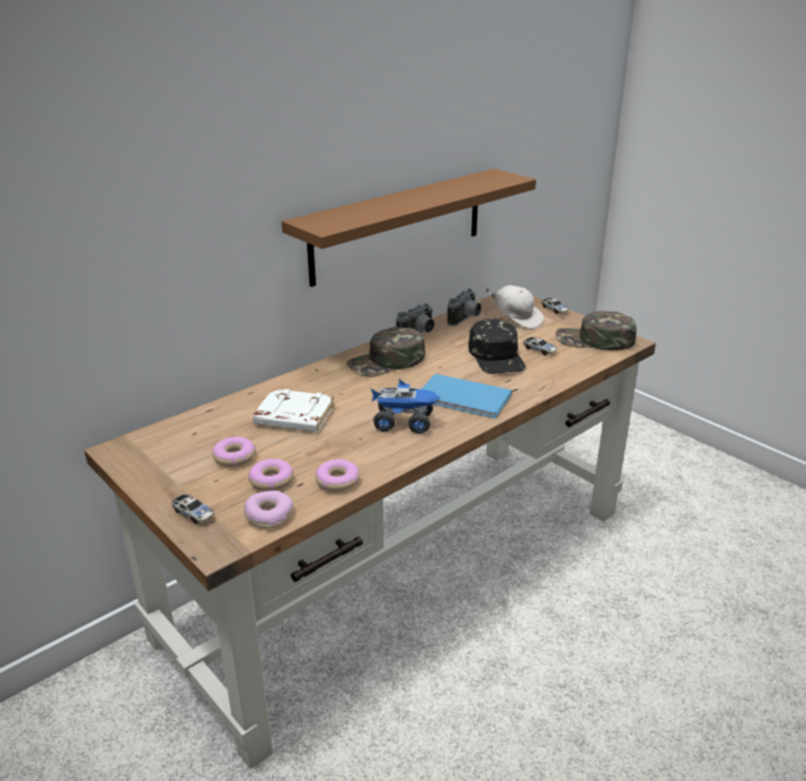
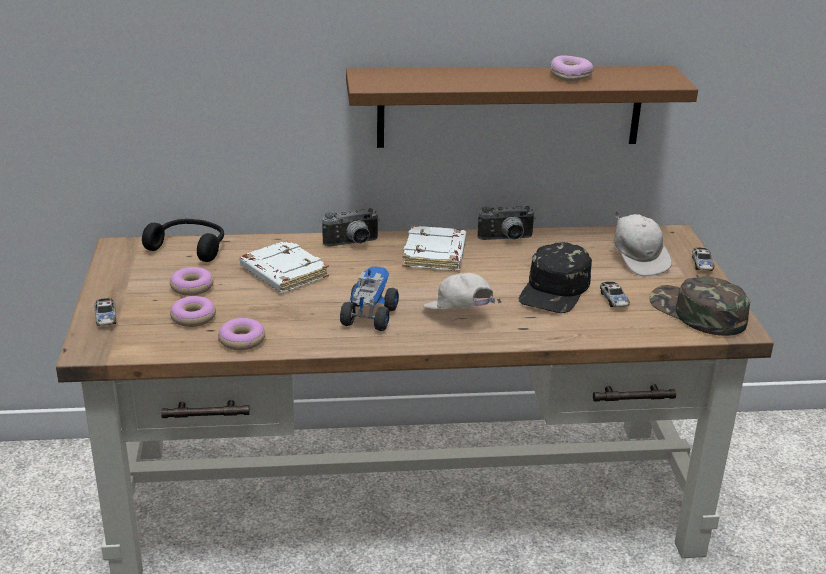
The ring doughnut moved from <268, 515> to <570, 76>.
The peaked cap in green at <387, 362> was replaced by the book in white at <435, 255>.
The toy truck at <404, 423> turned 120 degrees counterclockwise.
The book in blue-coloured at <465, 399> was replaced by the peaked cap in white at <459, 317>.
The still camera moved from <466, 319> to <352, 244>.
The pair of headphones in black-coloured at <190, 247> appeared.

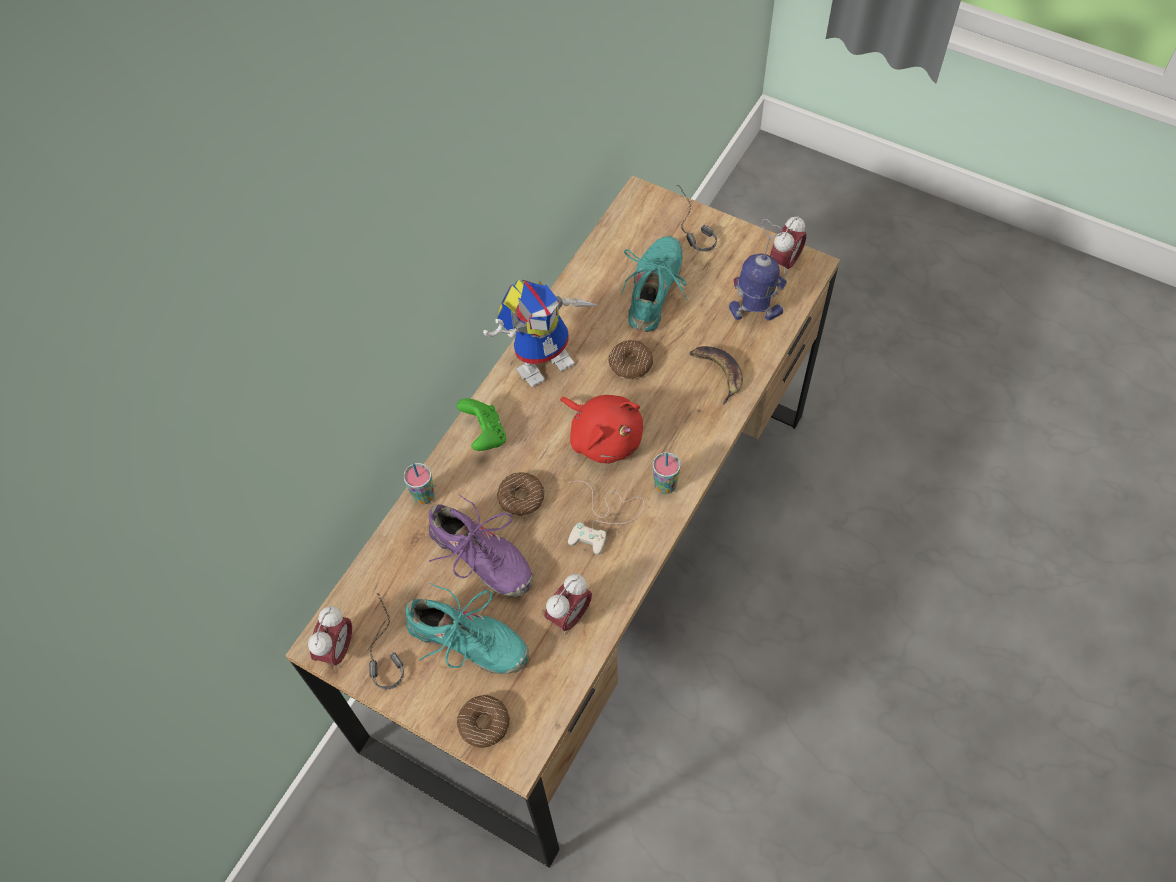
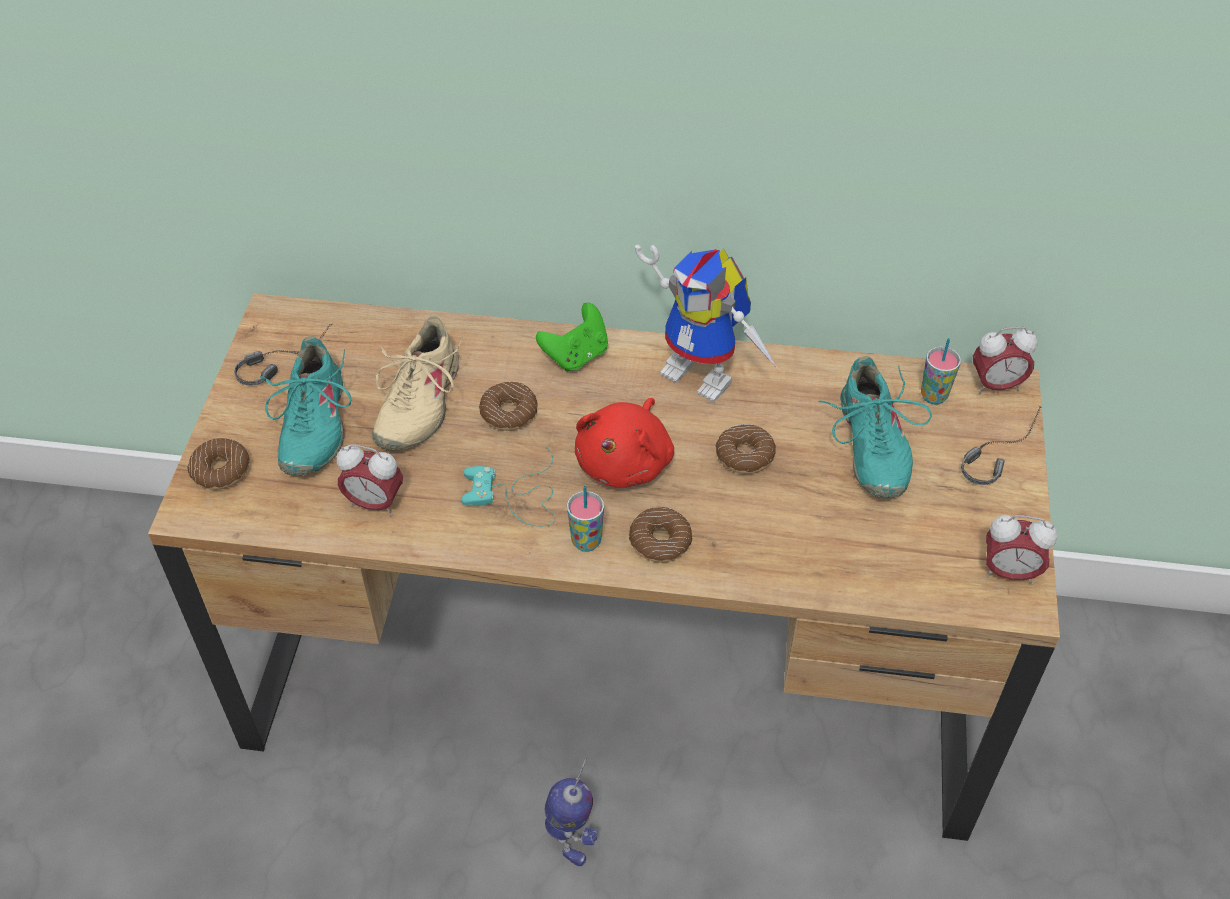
The bedside clock moved from <337, 649> to <996, 385>.
The cup moved from <424, 496> to <933, 396>.
The shoe in purplish at <481, 558> became the shoe in beige at <418, 403>.
The gamepad in white at <604, 517> became the gamepad in blue-green at <516, 495>.
The shoe in blue-green at <655, 291> turned 90 degrees clockwise.
The banana fruit at <717, 373> disappeared.
The robot figure moved from <756, 311> to <570, 837>.
The ring doughnut at <660, 541> appeared.

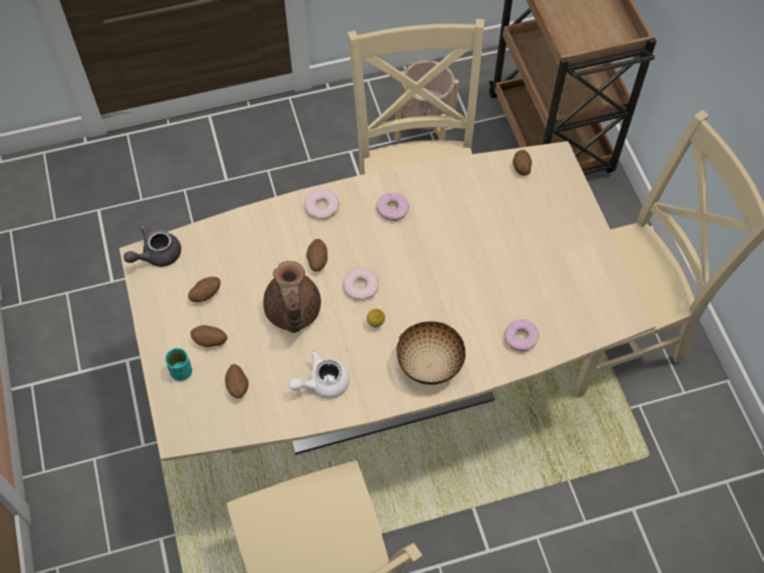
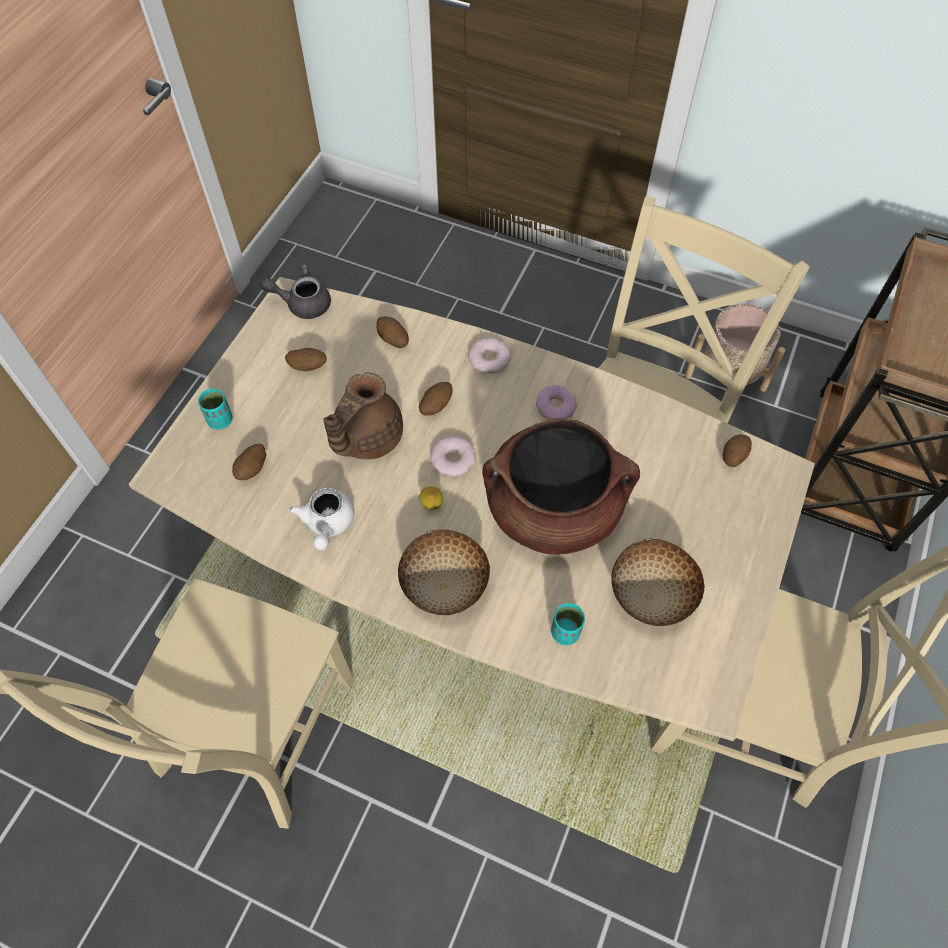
The potato moved from <210, 341> to <393, 340>.
The pot for tea in white at <322, 383> turned 105 degrees counterclockwise.
The ring doughnut at <521, 338> was replaced by the cup in blue-green at <565, 632>.
The stockpot in brownish at <553, 509> appeared.
The serving bowl at <651, 597> appeared.

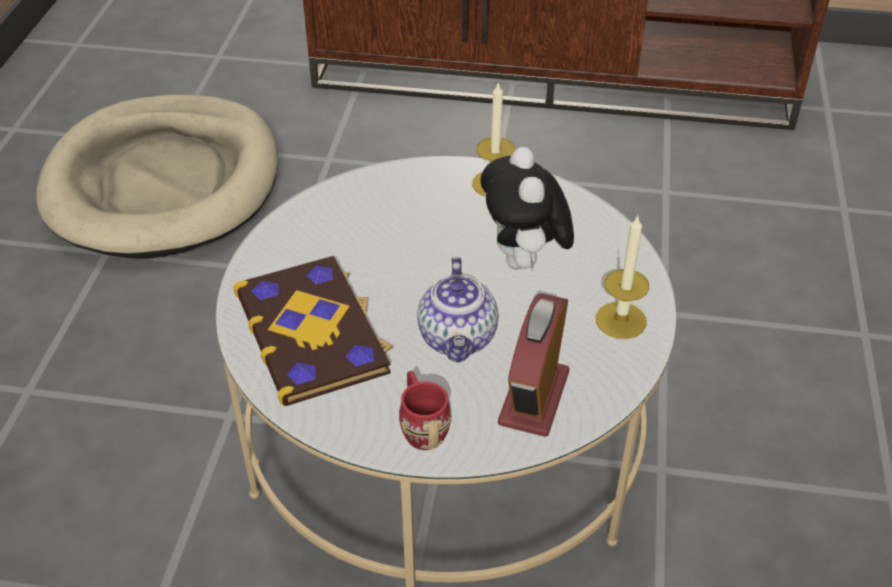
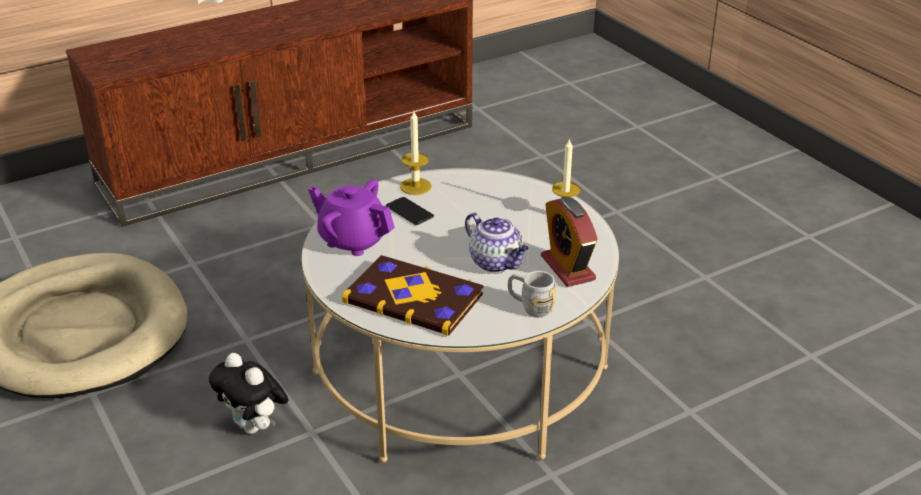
The mug in red at <421, 426> became the mug in greyish at <530, 307>.
The cuddly toy moved from <524, 262> to <255, 427>.
The pot for tea in purplish at <353, 240> appeared.
The phone at <409, 212> appeared.

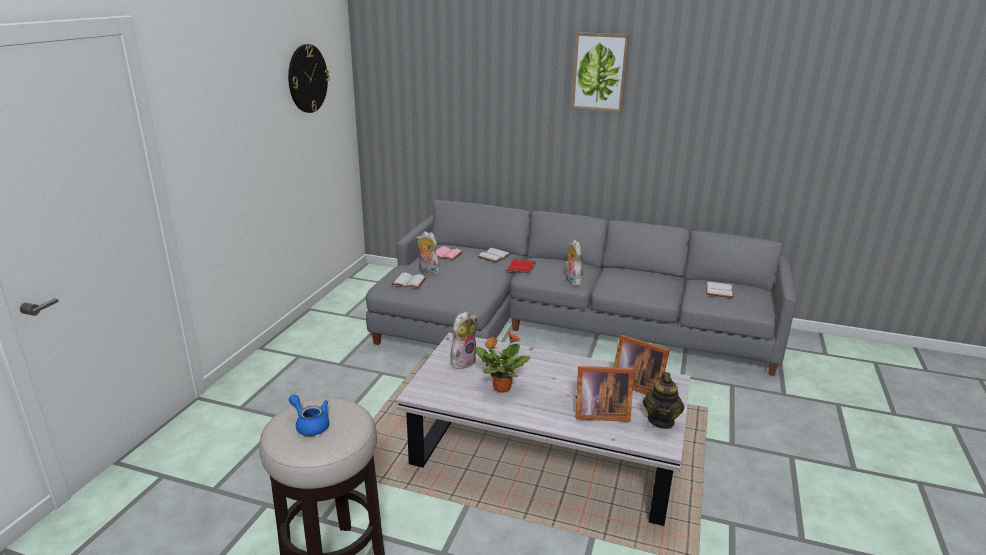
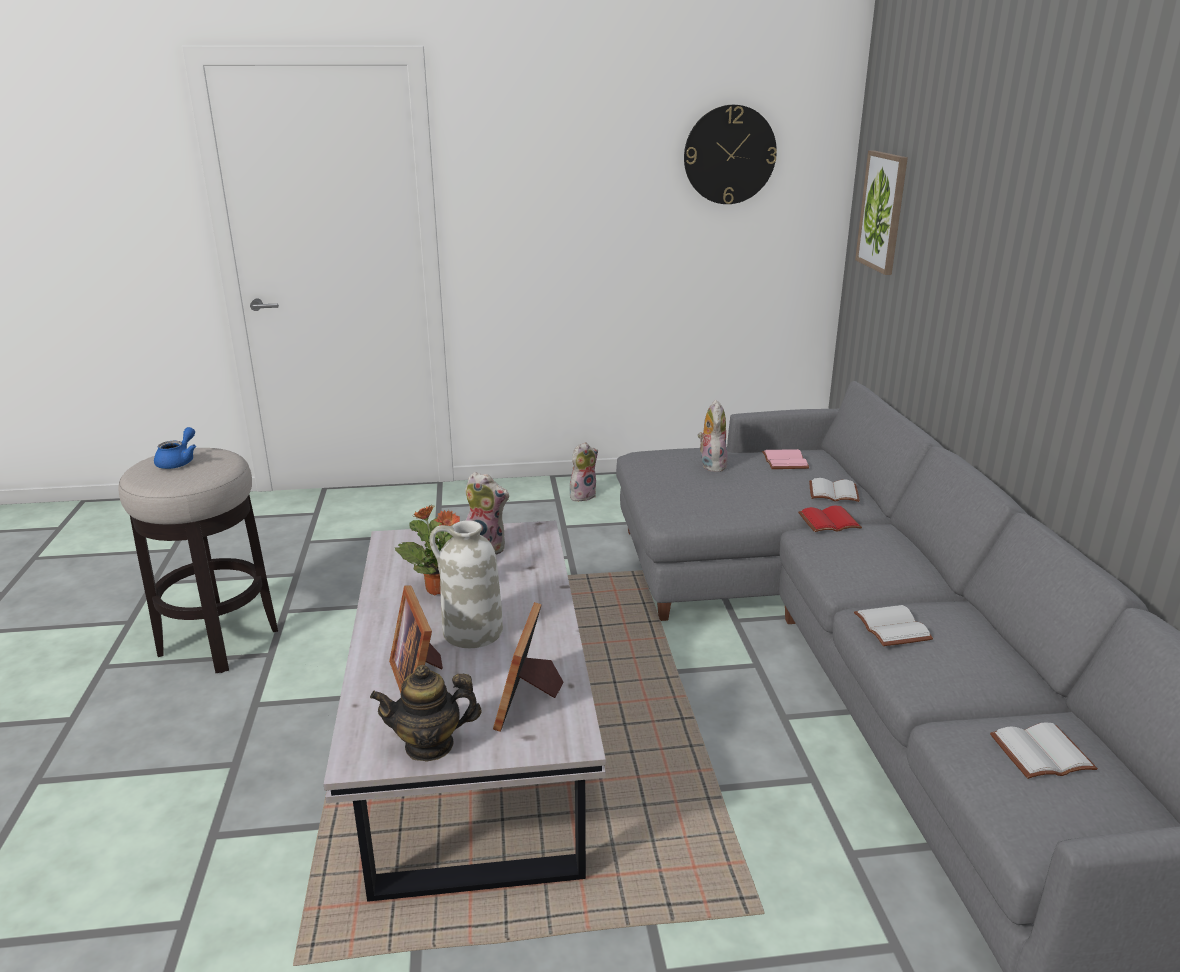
The book in white moved from <408, 282> to <889, 627>.
The cuddly toy moved from <572, 281> to <582, 495>.
The wall art moved from <599, 72> to <883, 211>.
The flower vase in white at <472, 632> appeared.

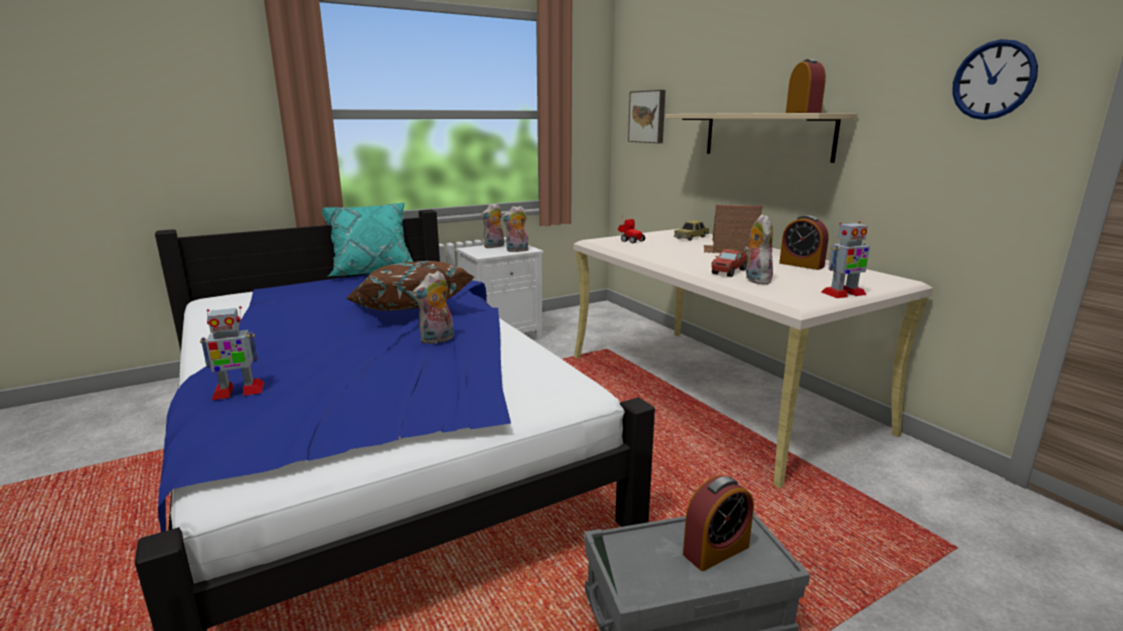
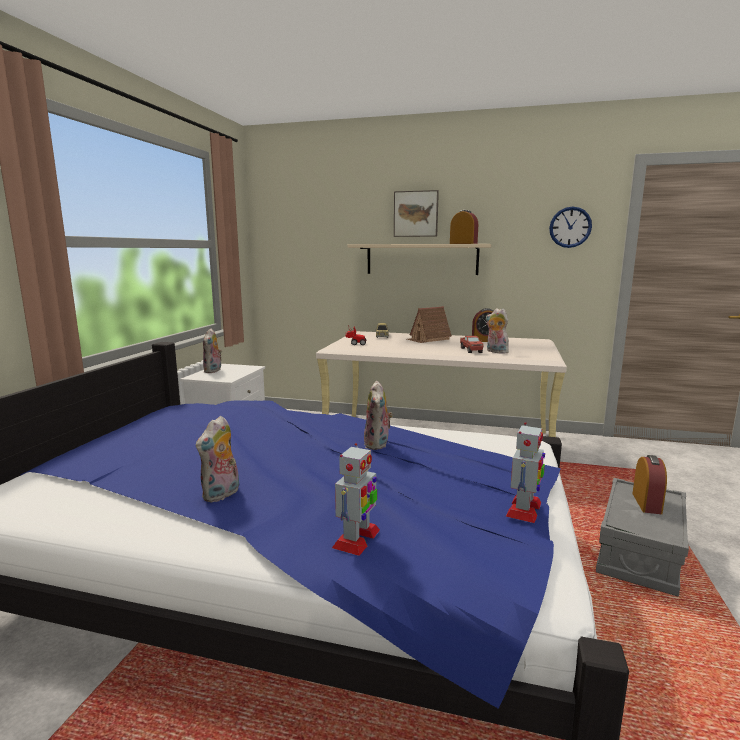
The cushion in blue-green at <372, 271> disappeared.
The cushion in brownish at <409, 310> disappeared.
The cuddly toy moved from <517, 250> to <222, 495>.
The wall art moved from <648, 116> to <416, 214>.
The robot figure moved from <843, 293> to <524, 510>.

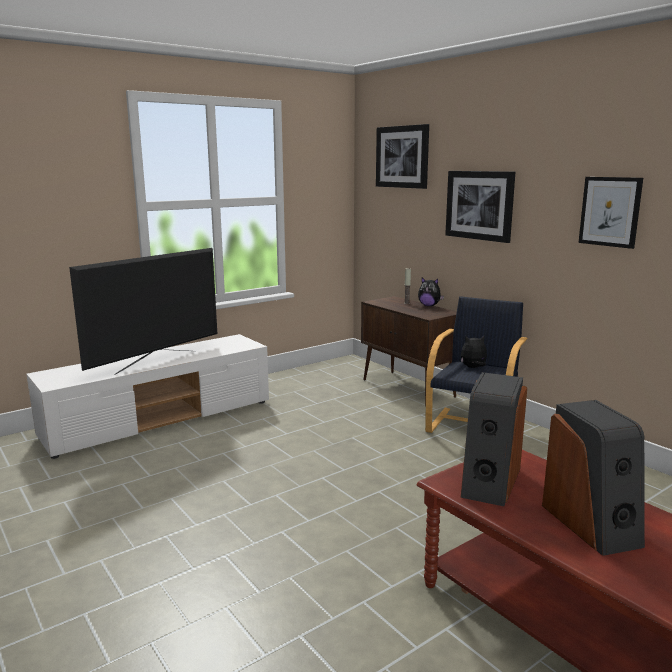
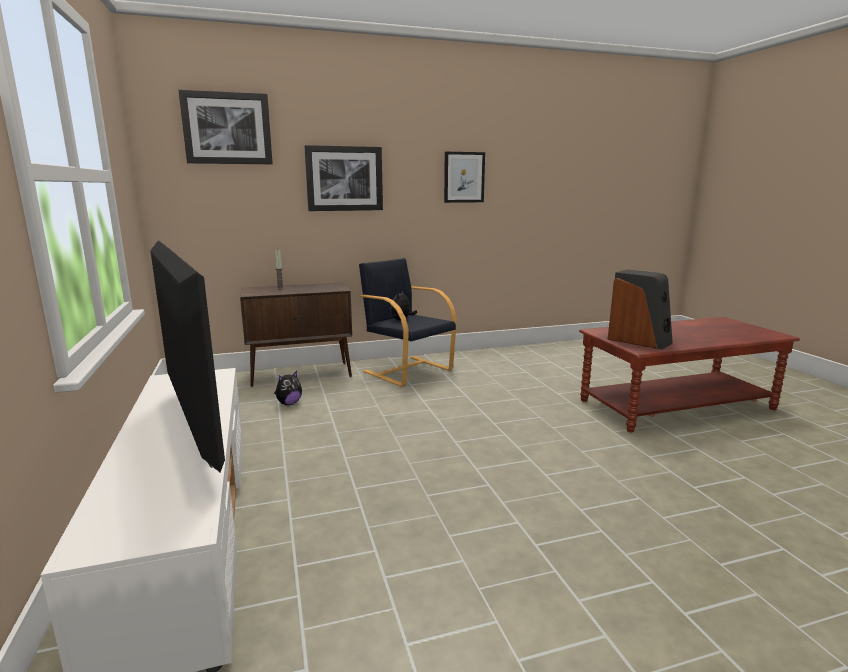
The cuddly toy moved from <429, 305> to <289, 403>.
The loudspeaker at <591, 524> disappeared.

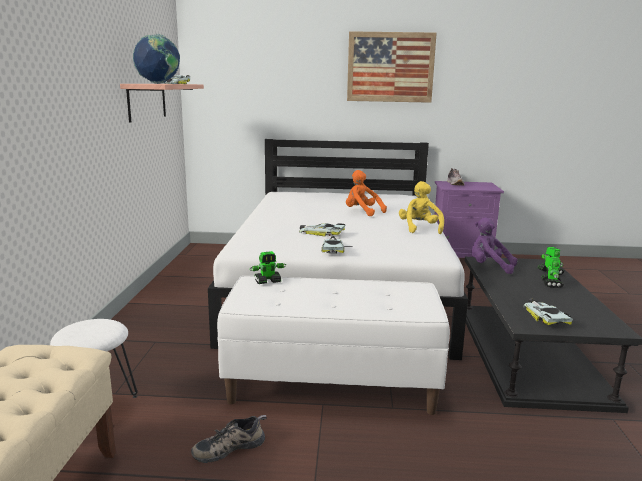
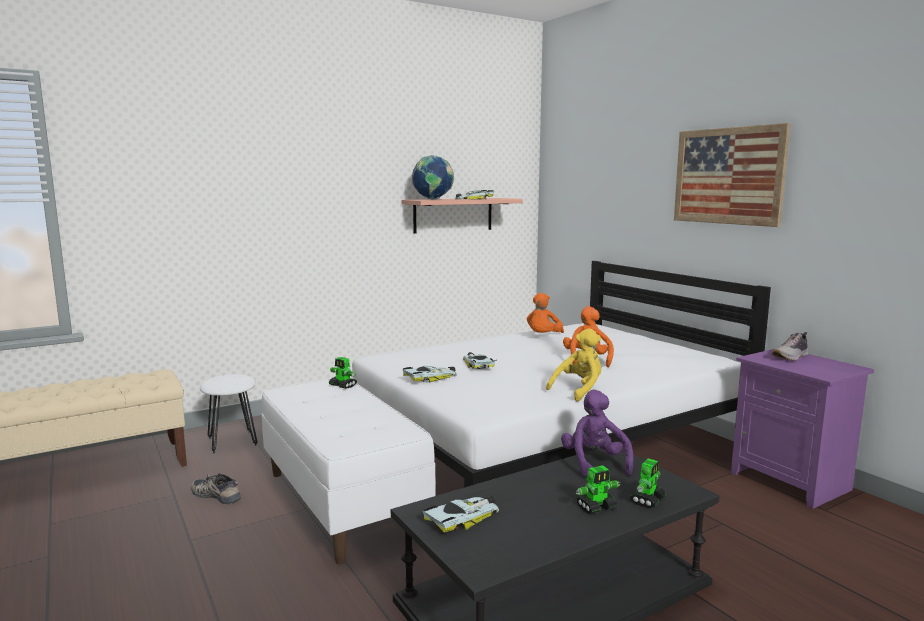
The cuddly toy in orange-coloured at <543, 337> appeared.

